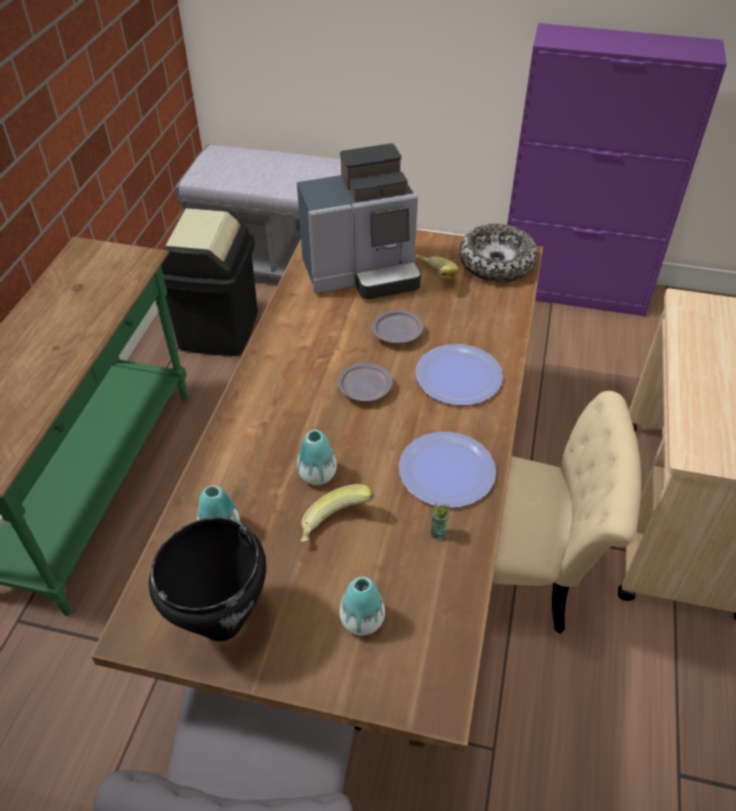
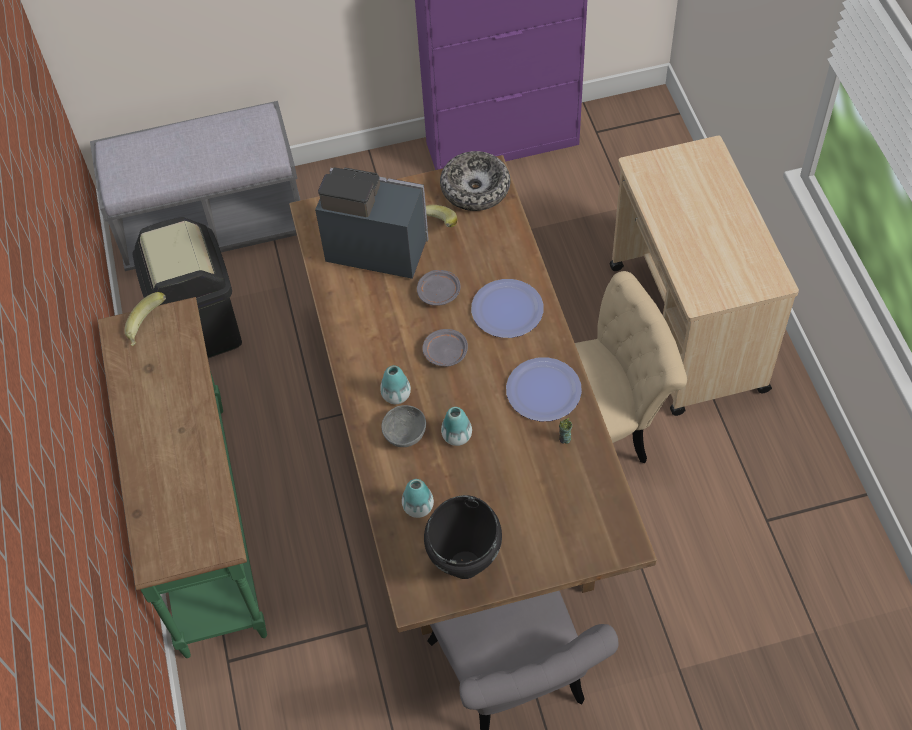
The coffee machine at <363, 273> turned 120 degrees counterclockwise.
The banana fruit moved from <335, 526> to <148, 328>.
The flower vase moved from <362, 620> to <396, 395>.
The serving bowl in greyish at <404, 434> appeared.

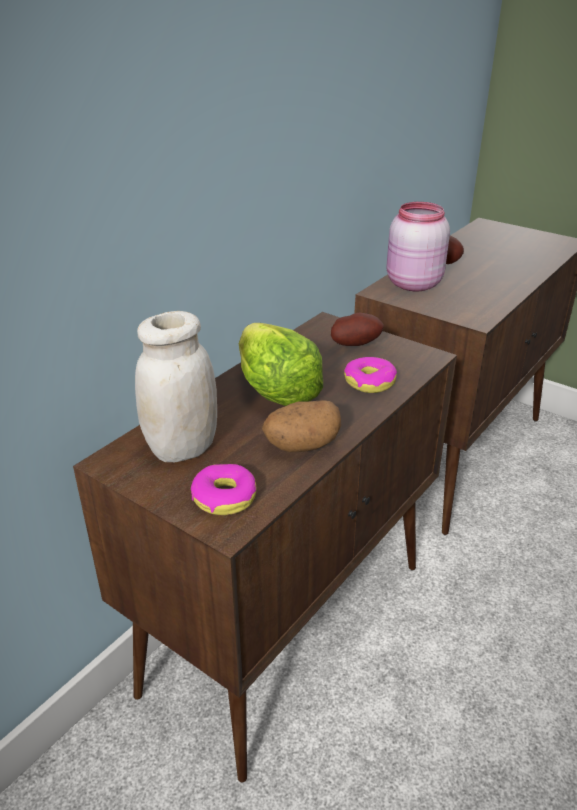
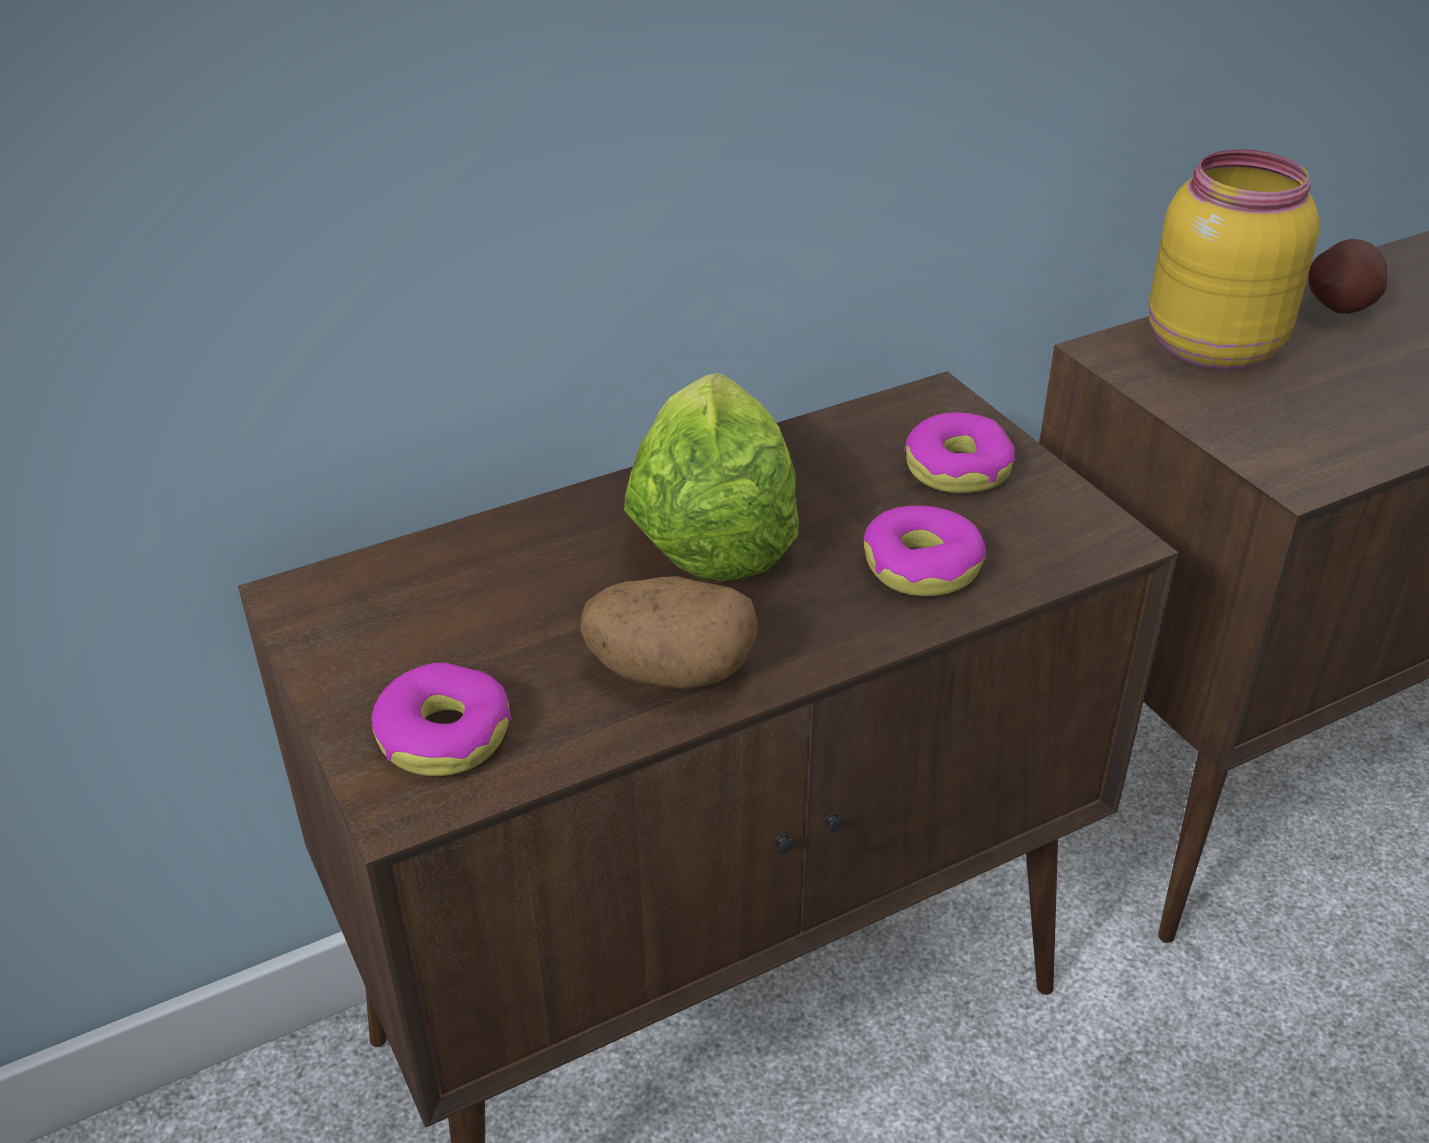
The preserve jar in white at <182, 448> disappeared.
The potato at <355, 345> was replaced by the ring doughnut at <957, 468>.
The preserve jar in pinkish at <412, 284> became the preserve jar in yellow at <1208, 347>.

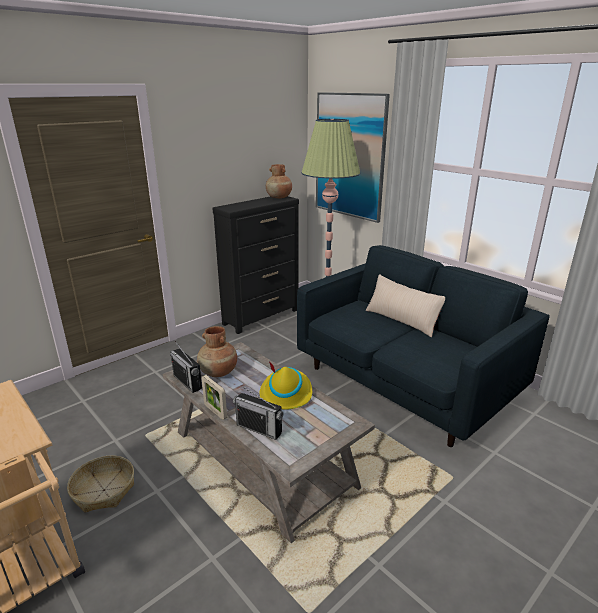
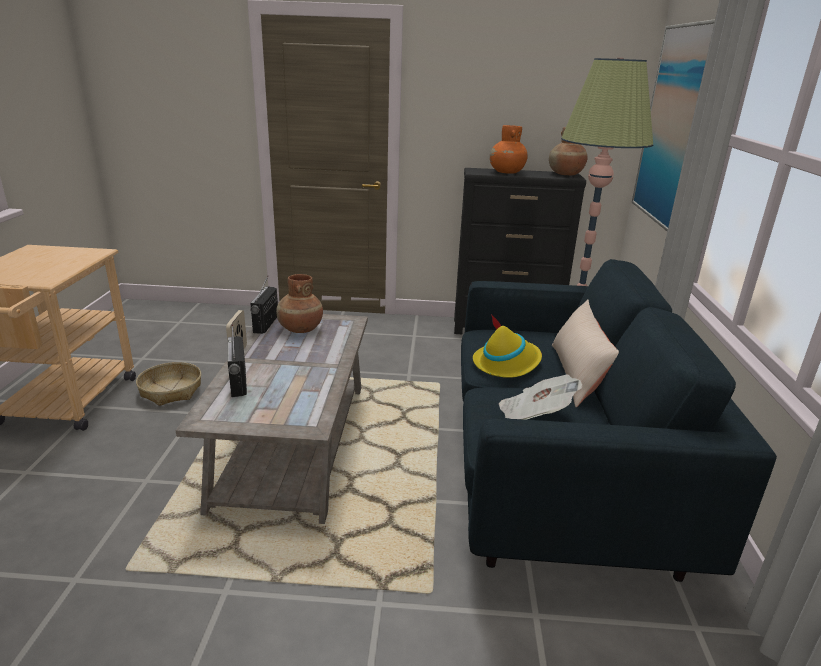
The hat in yellow moved from <286, 393> to <507, 363>.
The flower vase in orange-coloured at <506, 172> appeared.
The printed paper at <534, 415> appeared.

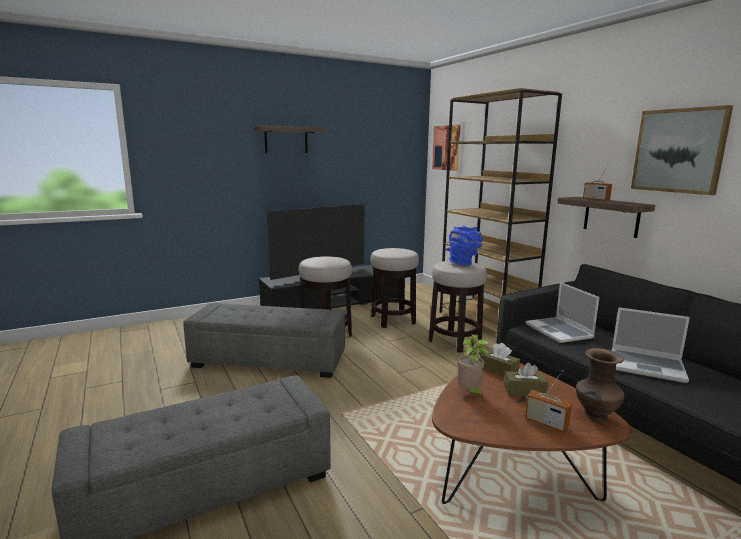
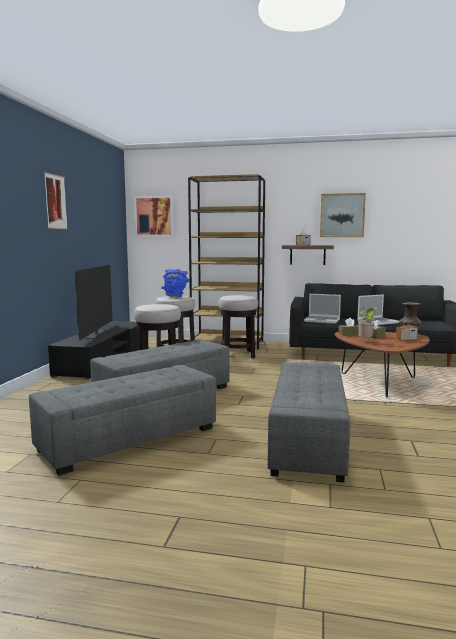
The wall shelf at <286, 140> was replaced by the wall art at <55, 202>.
The flower vase in blue-coloured moved from <463, 263> to <176, 296>.
The footrest in greyish at <129, 438> appeared.

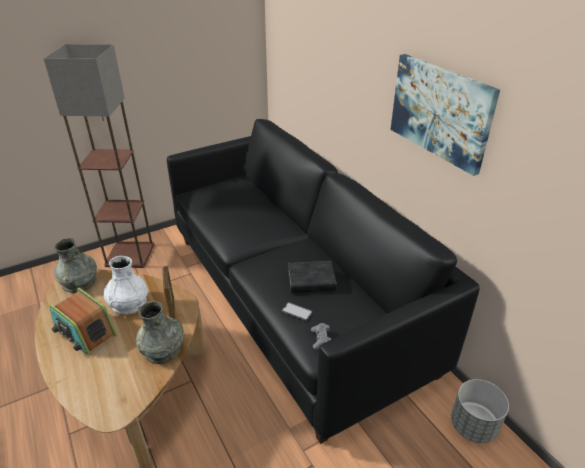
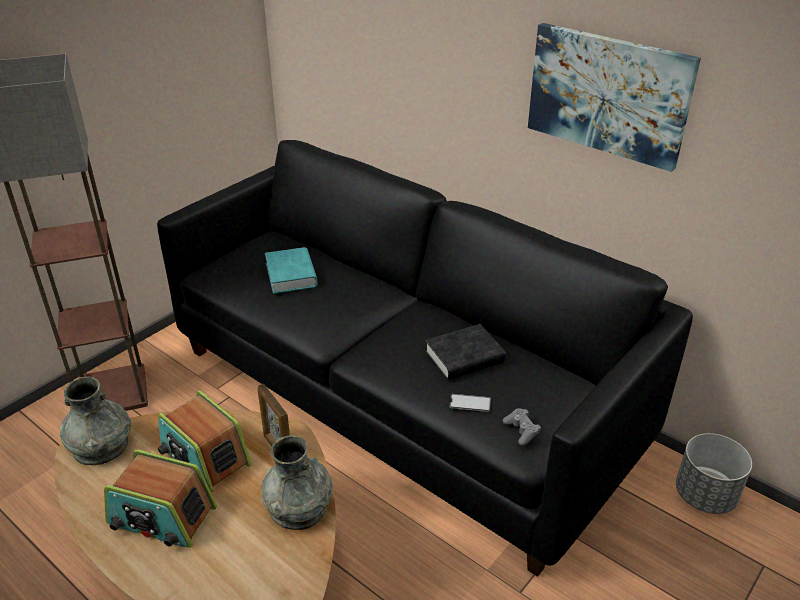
The flower vase in white at <129, 304> was replaced by the radio set at <205, 457>.
The book in blue-green at <291, 275> appeared.

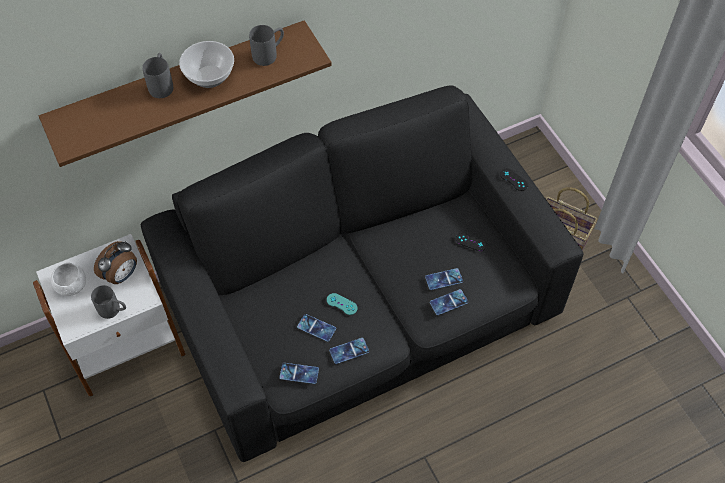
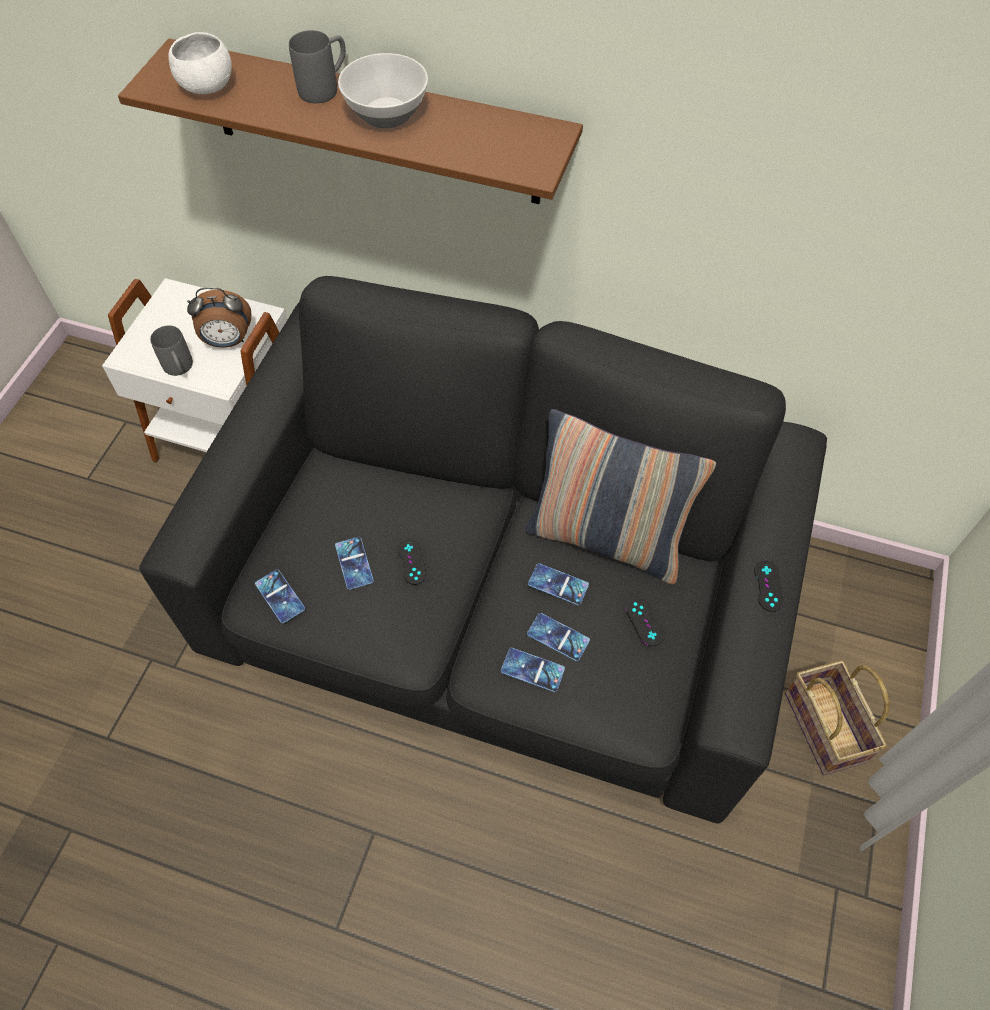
The serving bowl in white moved from <71, 286> to <207, 86>.
The mug in greyish at <269, 54> disappeared.
The gamepad in blue-green at <342, 304> became the gamepad in black-coloured at <412, 562>.
The phone moved from <349, 351> to <558, 584>.
The cushion at <606, 539> appeared.

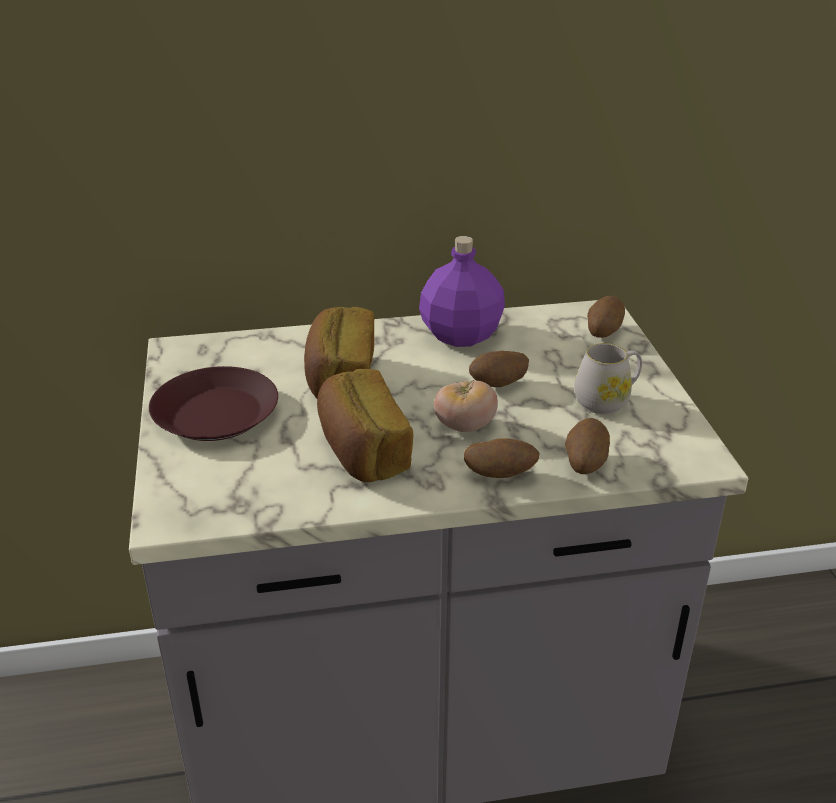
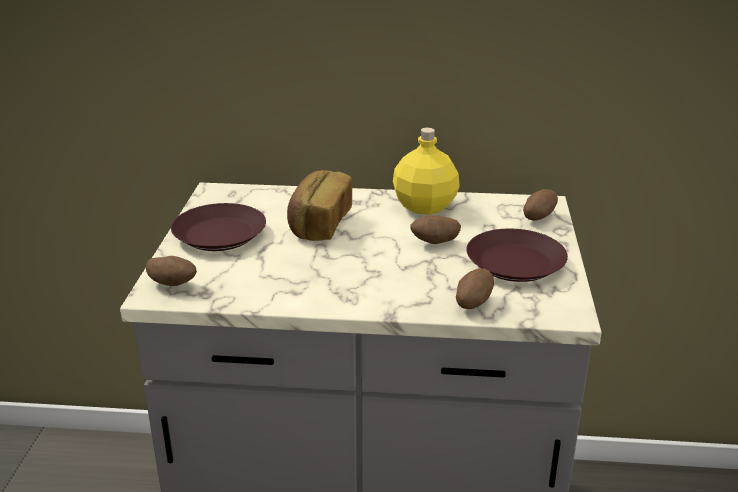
The bakery bread at <362, 451> disappeared.
The drink bottle in purplish at <459, 335> became the drink bottle in yellow at <424, 206>.
The fresh tomato at <464, 426> disappeared.
The potato moved from <500, 475> to <173, 285>.
The mug in white at <607, 400> was replaced by the dinner plate in brownish at <515, 264>.

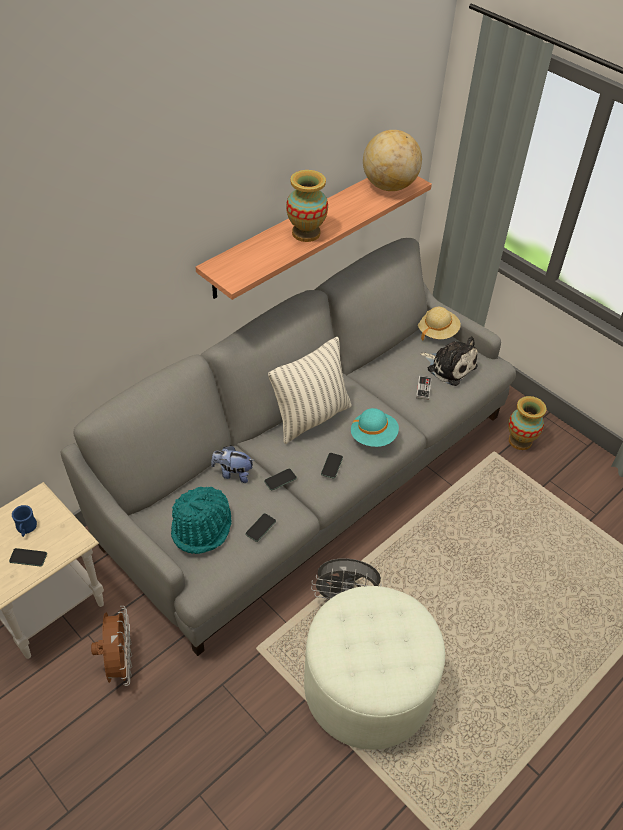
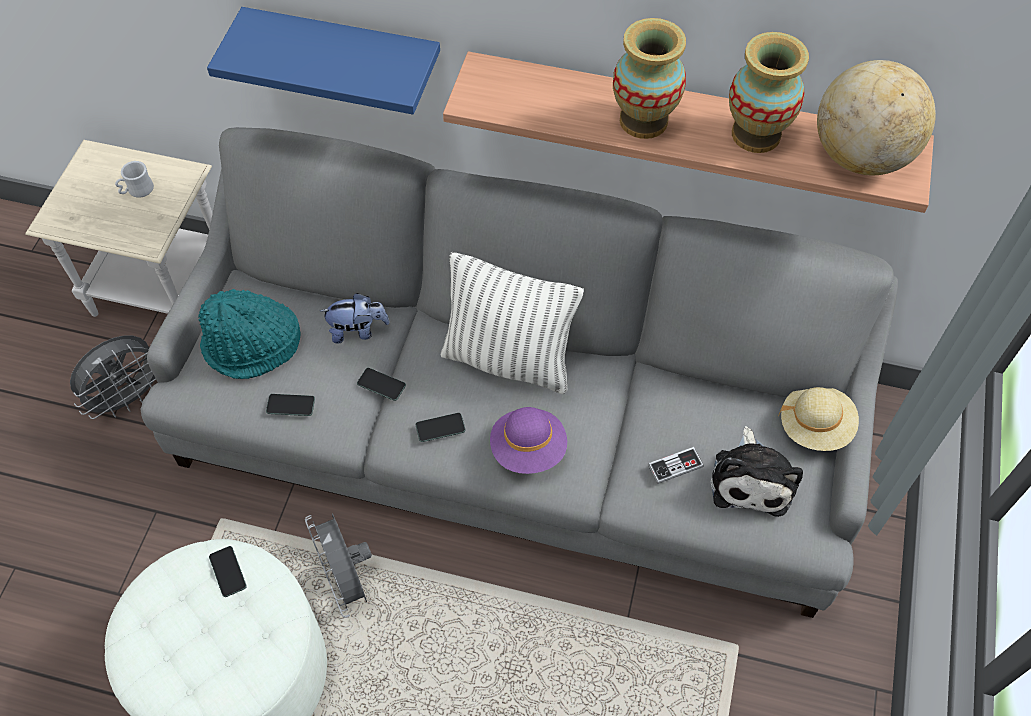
The phone moved from <28, 557> to <227, 571>.
The mug in blue-coloured at <26, 529> became the mug in white at <137, 191>.
The electric fan in brownish at <119, 663> became the electric fan in greyish at <129, 398>.
The cuddly toy at <233, 473> turned 105 degrees clockwise.
The hat in blue-green at <373, 436> became the hat in purplish at <528, 449>.
The flower vase moved from <520, 441> to <756, 135>.
The wall shelf in blue-coloured at <344, 54> appeared.

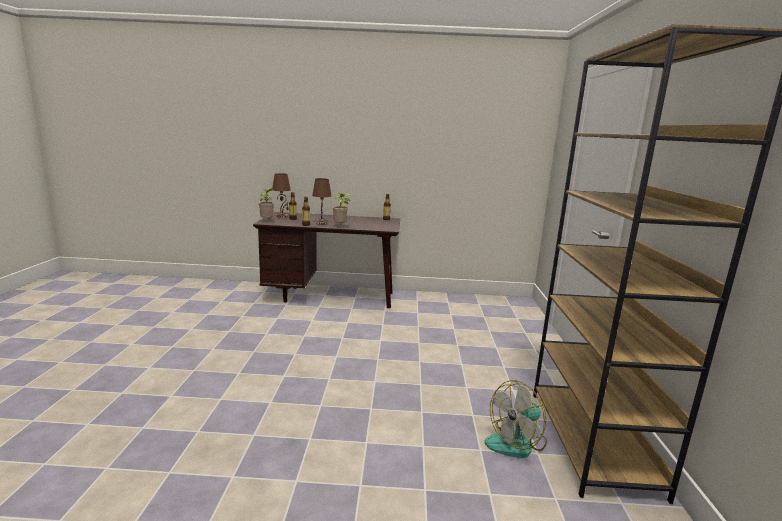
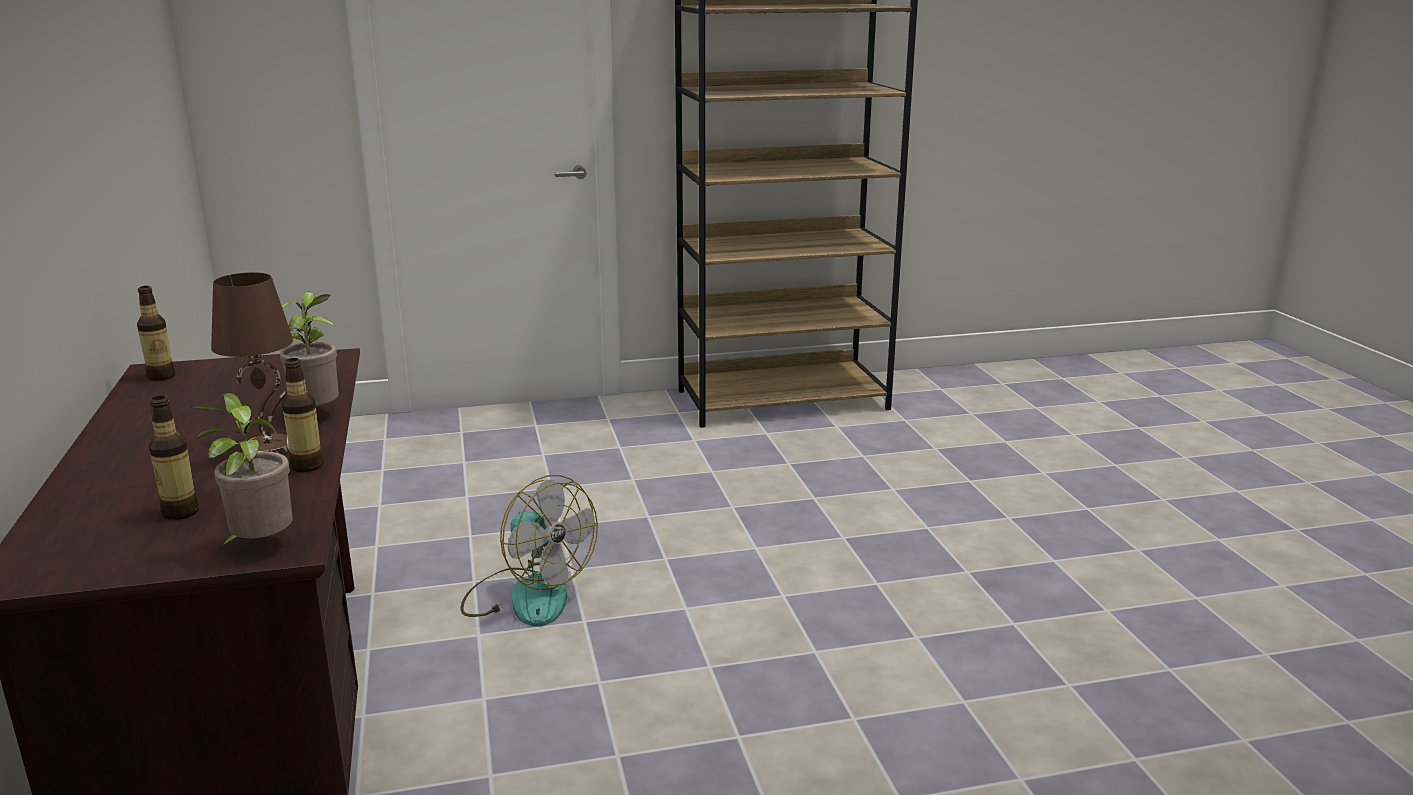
The tabletop lamp in brownish at <282, 216> disappeared.
The electric fan moved from <516, 443> to <527, 595>.

